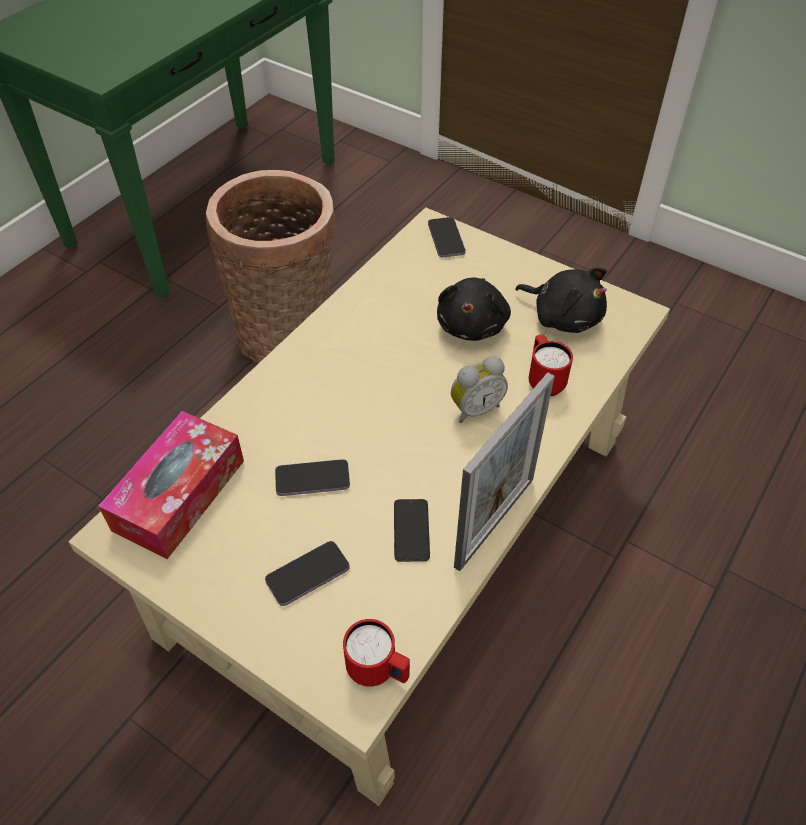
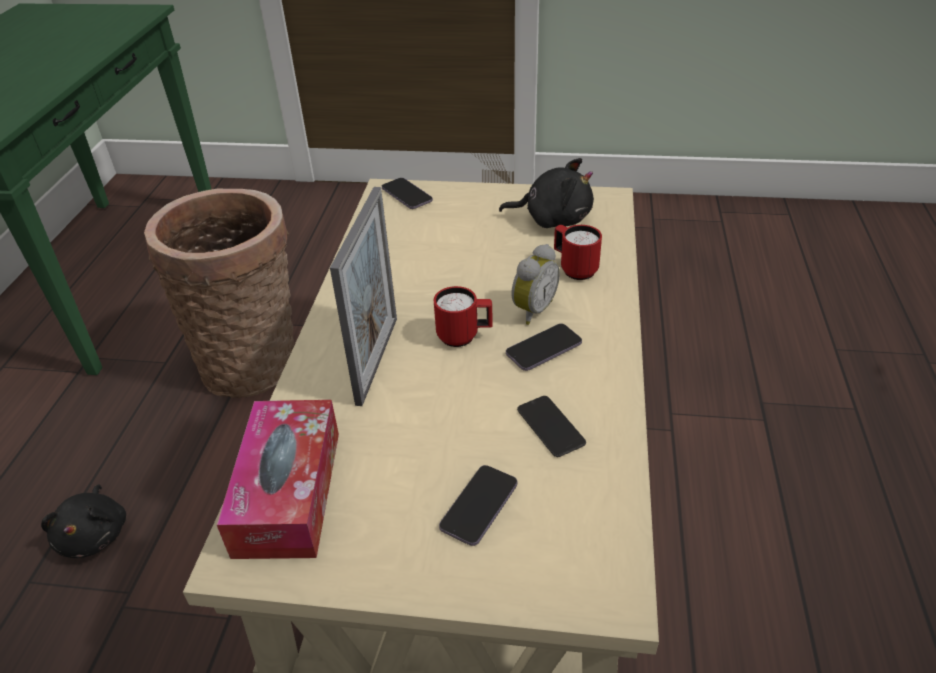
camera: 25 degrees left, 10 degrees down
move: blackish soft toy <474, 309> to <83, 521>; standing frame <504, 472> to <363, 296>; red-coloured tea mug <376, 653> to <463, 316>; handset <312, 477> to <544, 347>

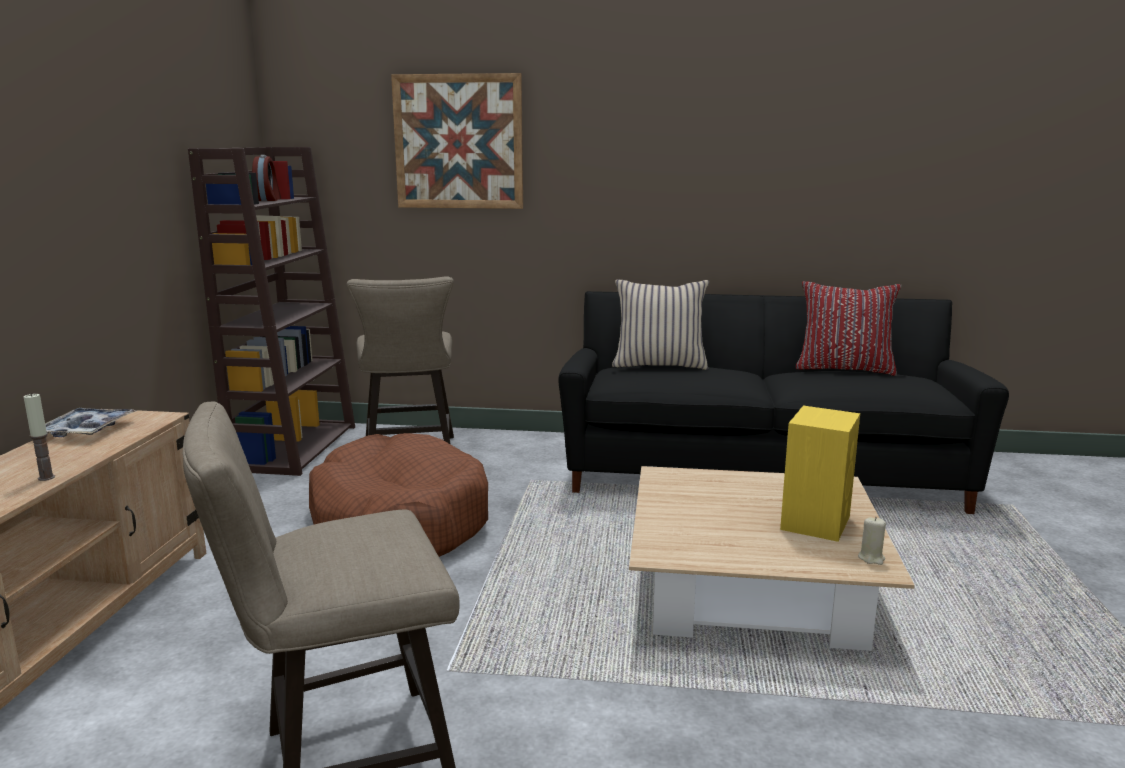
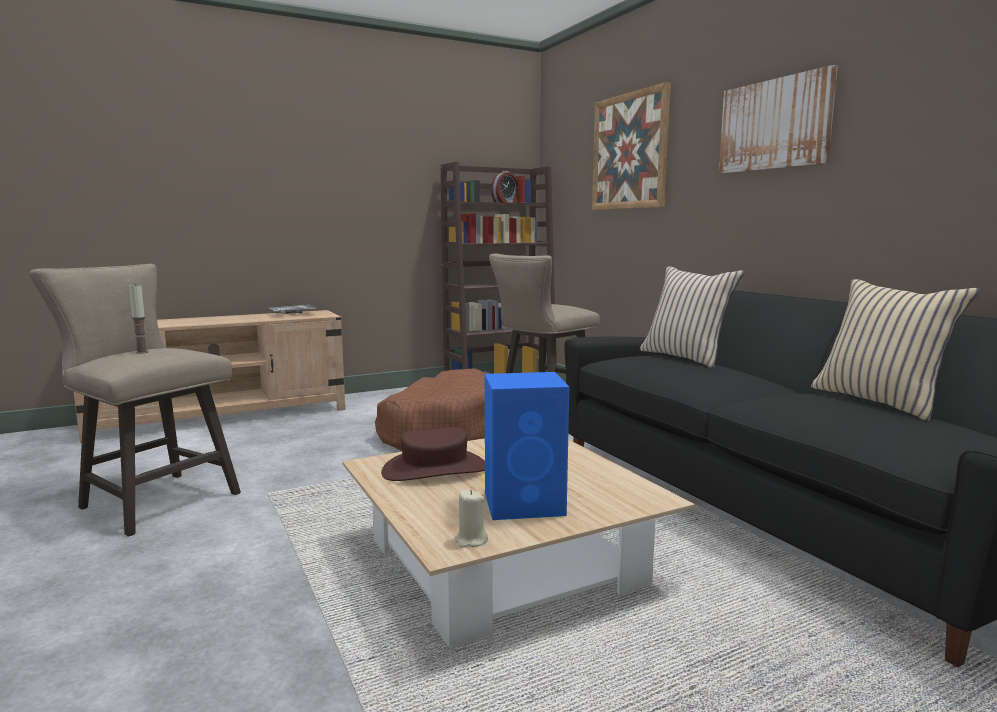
camera: 55 degrees right, 5 degrees down
insert: brownish hat <433, 454>; wall picture <778, 119>
move: candle <39, 437> to <139, 318>
recolor: yellow loudspeaker <820, 474> to bluish loudspeaker <527, 446>; red-coloured pillow <849, 328> to beige pillow <895, 350>

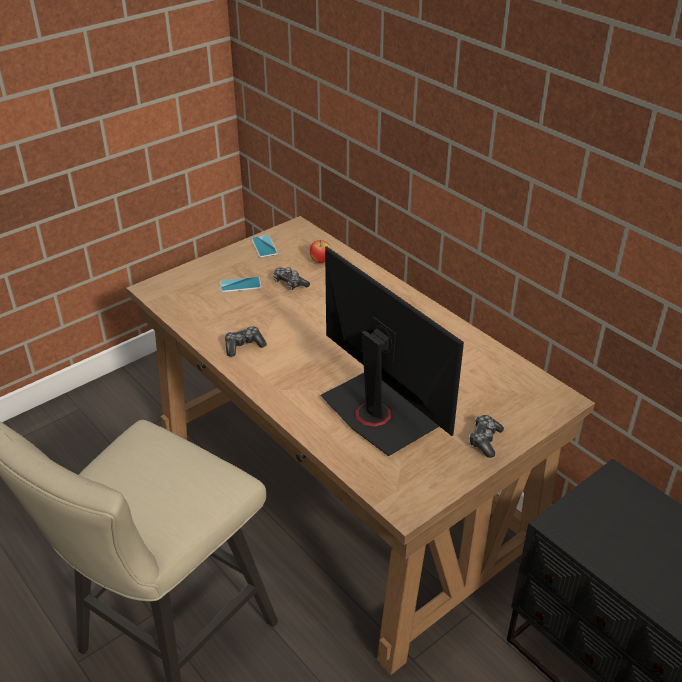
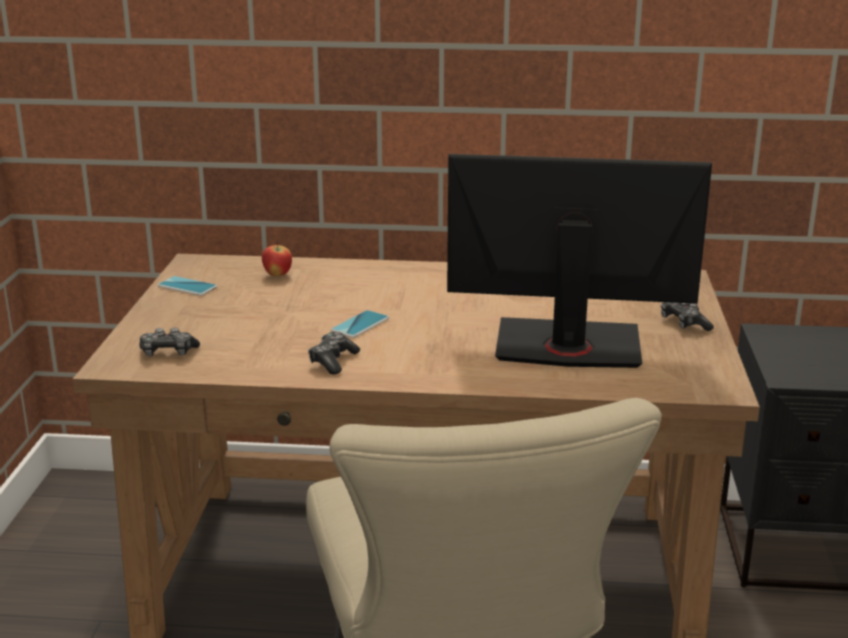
camera: 45 degrees left, 15 degrees down
move: joypad <291, 278> to <169, 342>; handset <240, 284> to <360, 324>

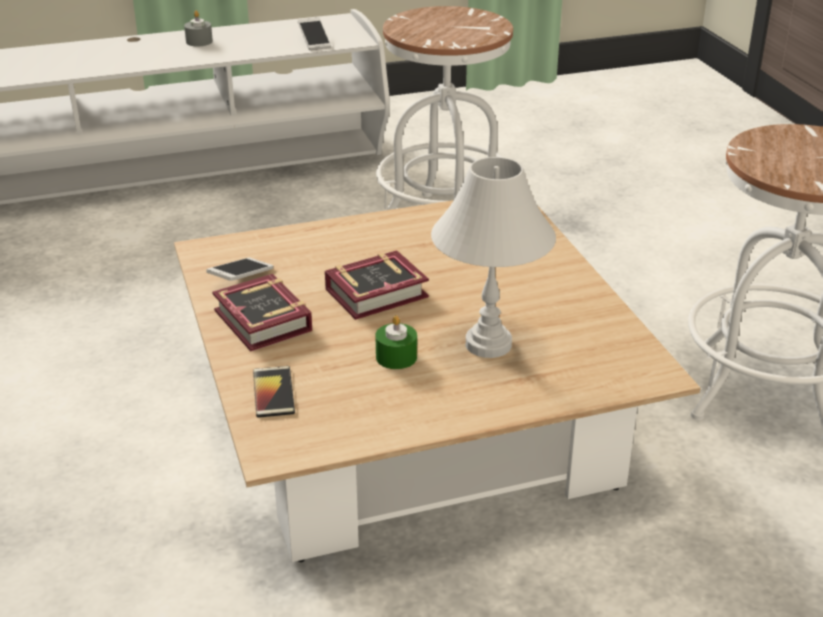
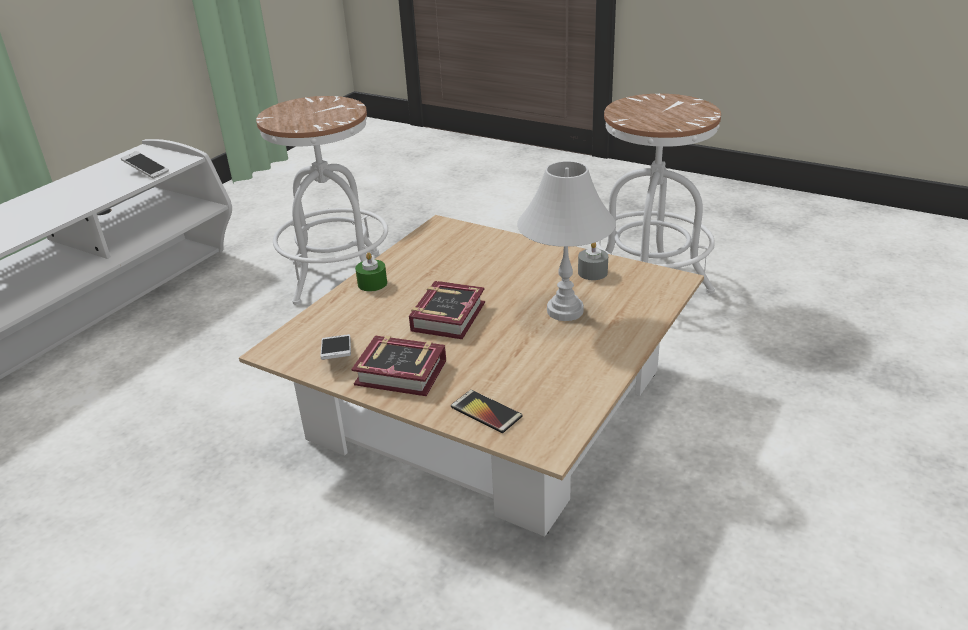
camera: 40 degrees left, 0 degrees up
move: green-coloured candle <396, 342> to <371, 272>; greyish candle <198, 28> to <593, 261>

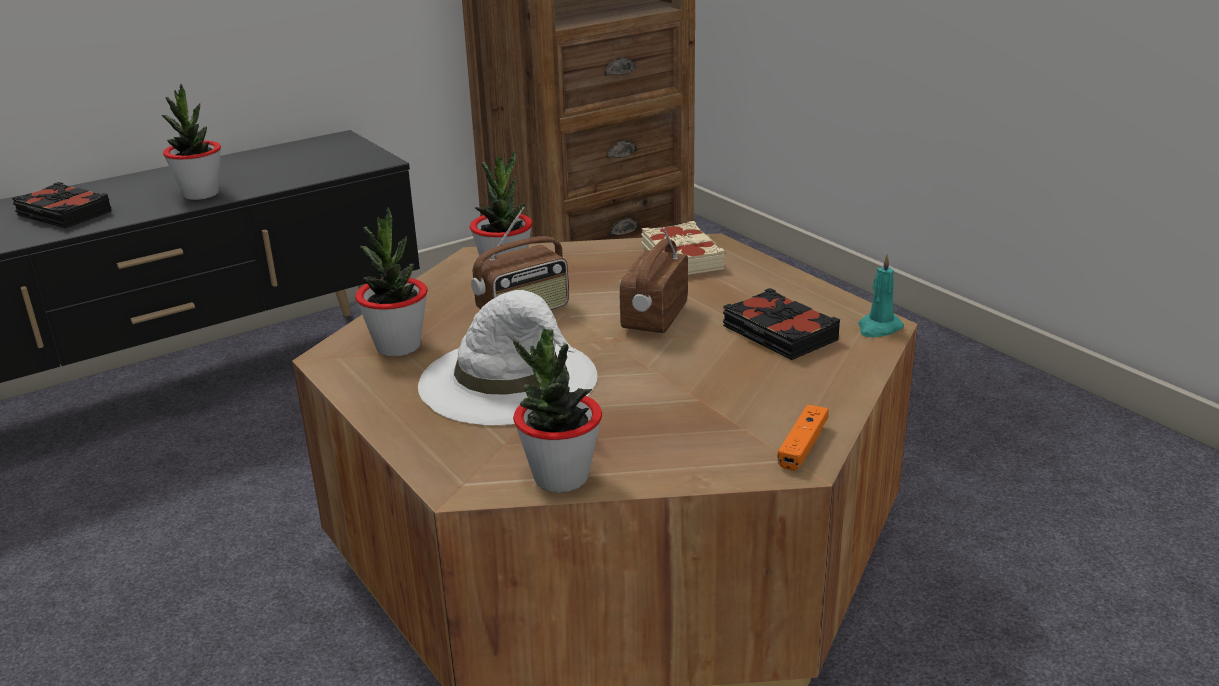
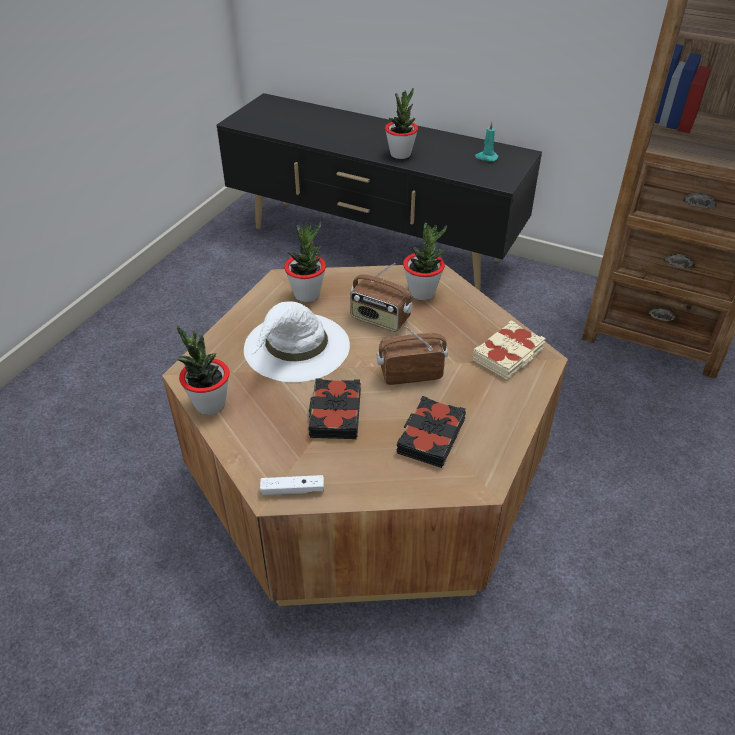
camera: 60 degrees right, 15 degrees up
move: blackish volume <61, 205> to <335, 408>; turquoise-coloured candle <881, 295> to <487, 141>
recolor: orange joypad <803, 437> to white joypad <292, 485>

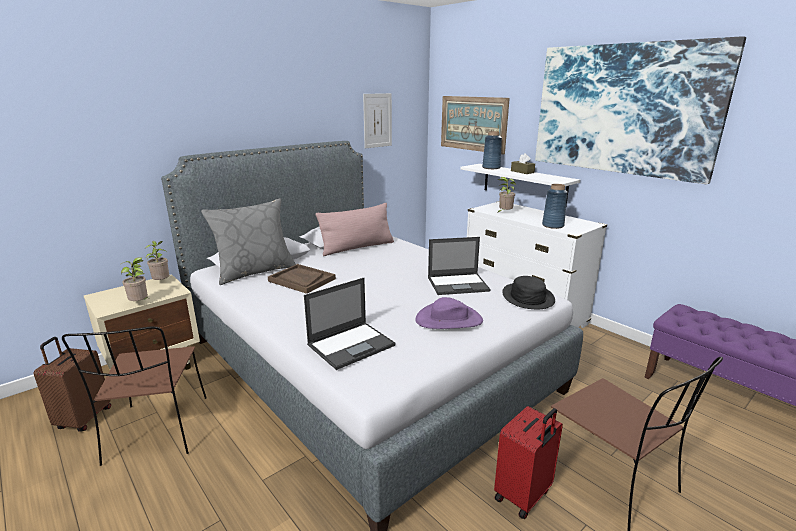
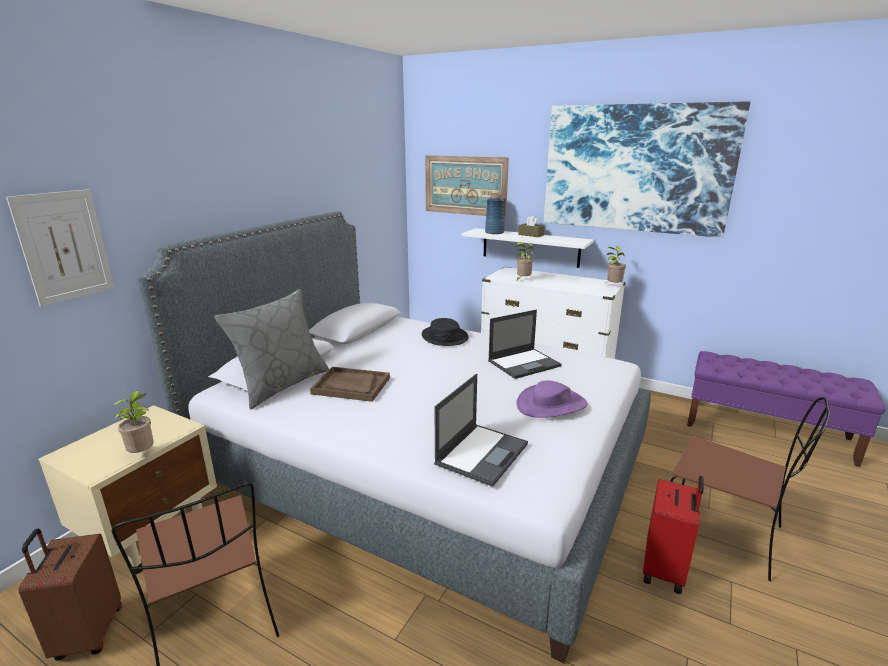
camera: 20 degrees left, 0 degrees up
delete: pink pillow <355, 229>; bluish vase <555, 206>
move: wall picture <377, 121> to <60, 248>; blackish hat <528, 292> to <445, 332>; houseplant <156, 260> to <616, 264>

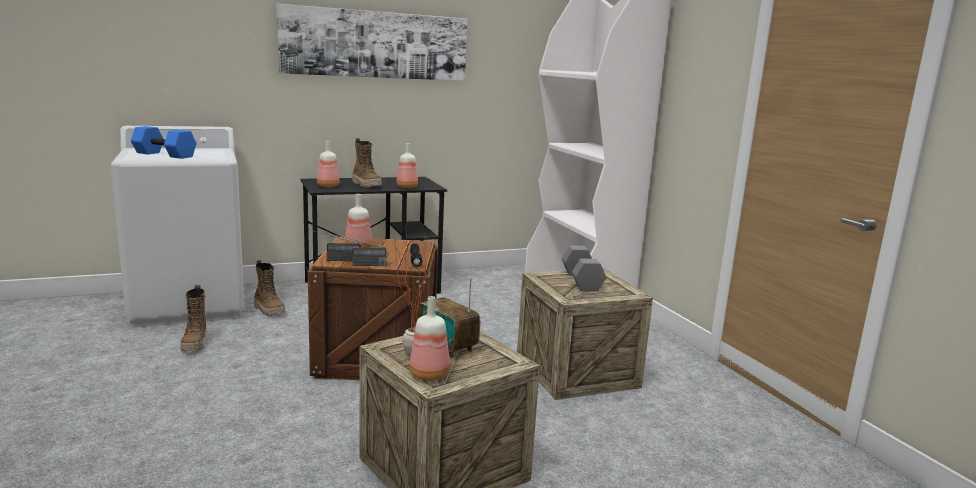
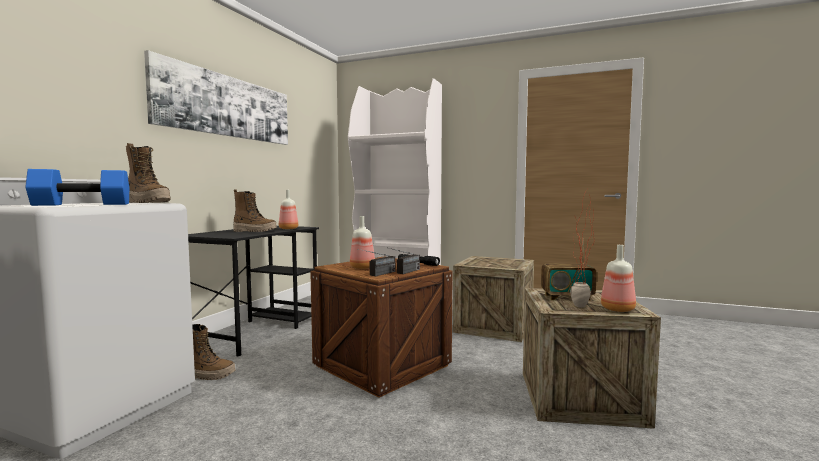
camera: 45 degrees left, 10 degrees down
delete: bottle <328, 164>; greyish free weight <584, 268>
move: tall boot <193, 318> to <148, 173>

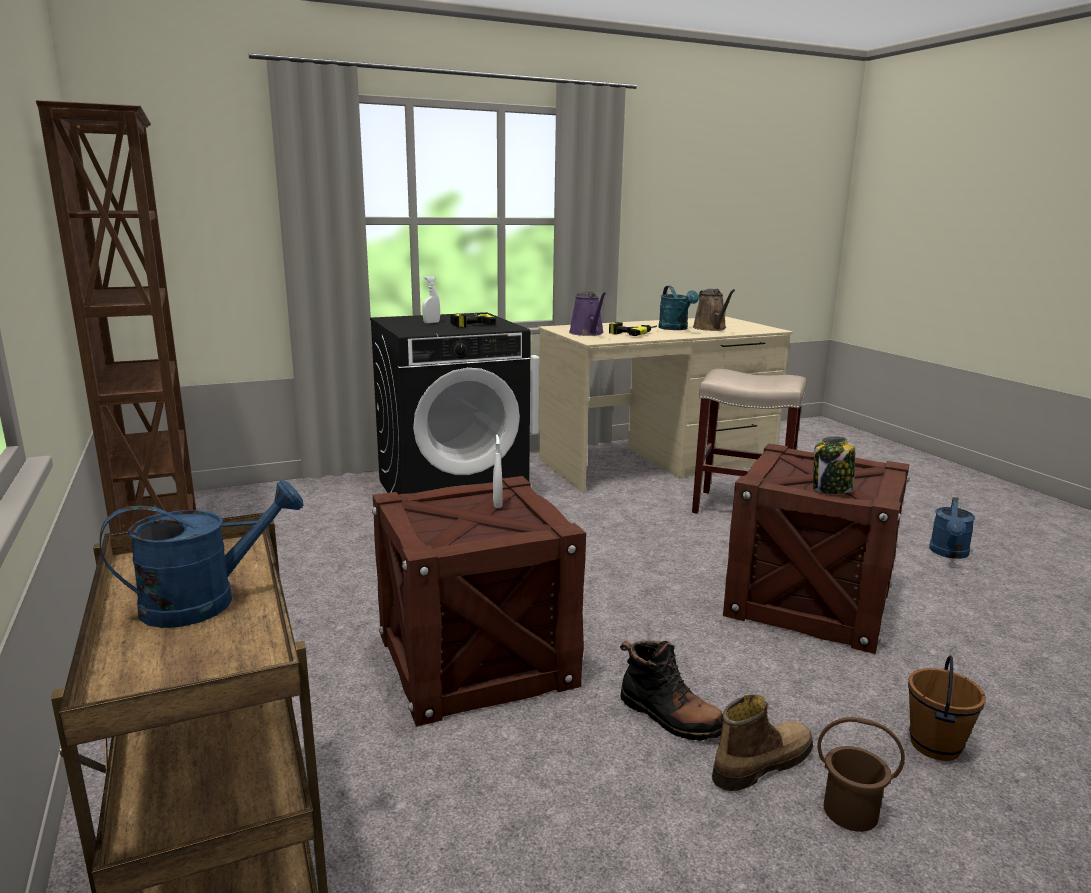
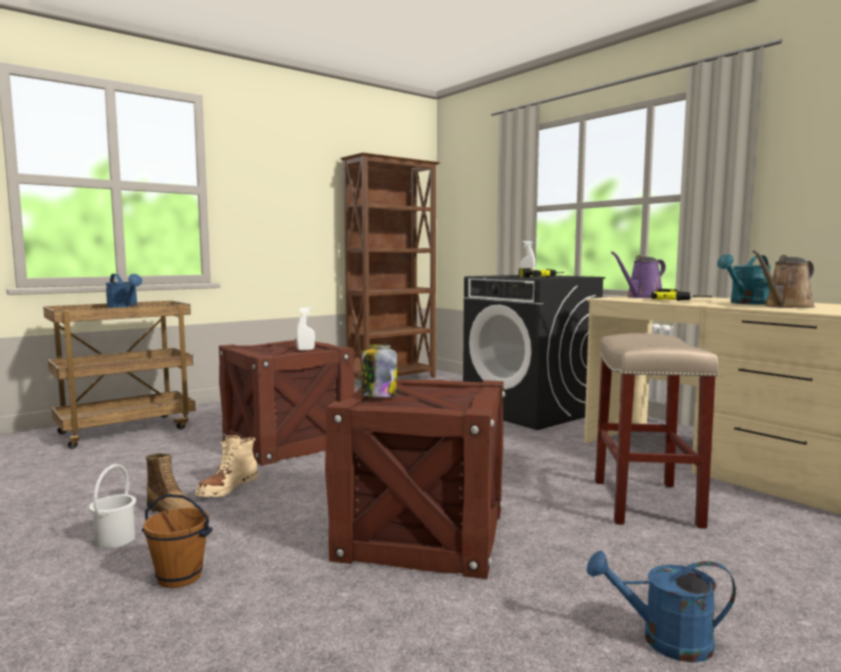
camera: 75 degrees right, 10 degrees down
recolor: brownish pail <861, 774> to white pail <112, 506>; blackish tall boot <671, 691> to beige tall boot <226, 466>

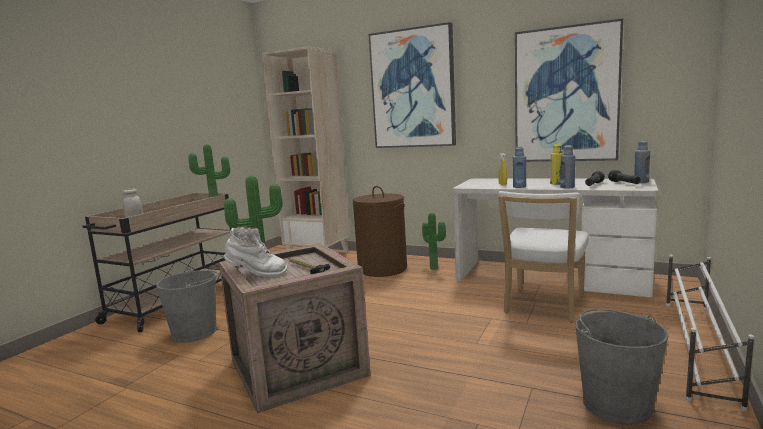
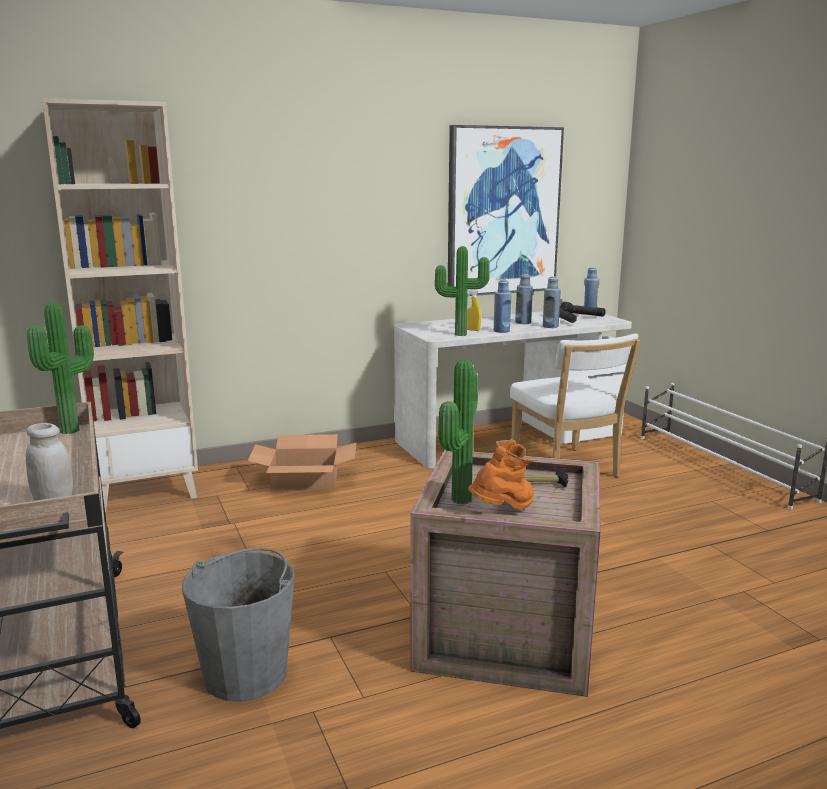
camera: 50 degrees left, 5 degrees up
delete: wall picture <412, 85>; greyish pail <622, 367>
move: houseplant <434, 241> to <462, 291>
replace: brownish washing basket <380, 231> to cardboard box <302, 462>
recolor: white tall boot <255, 251> to orange tall boot <502, 474>; yellow bottle <556, 164> to bluish bottle <524, 299>

